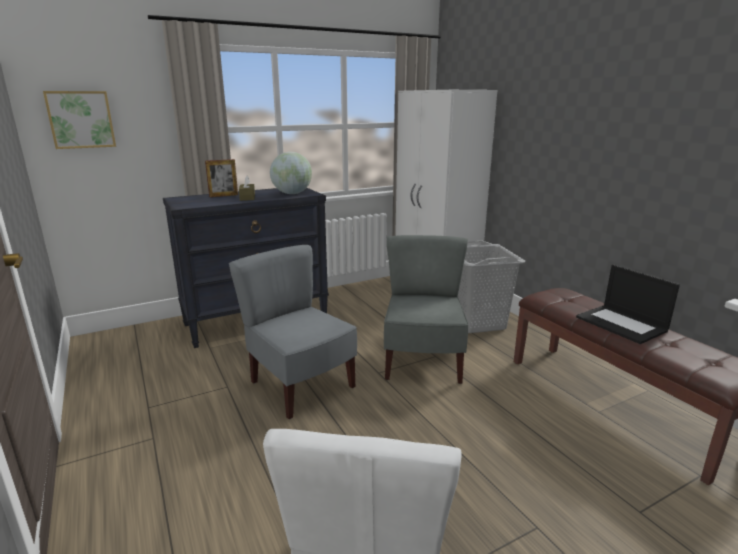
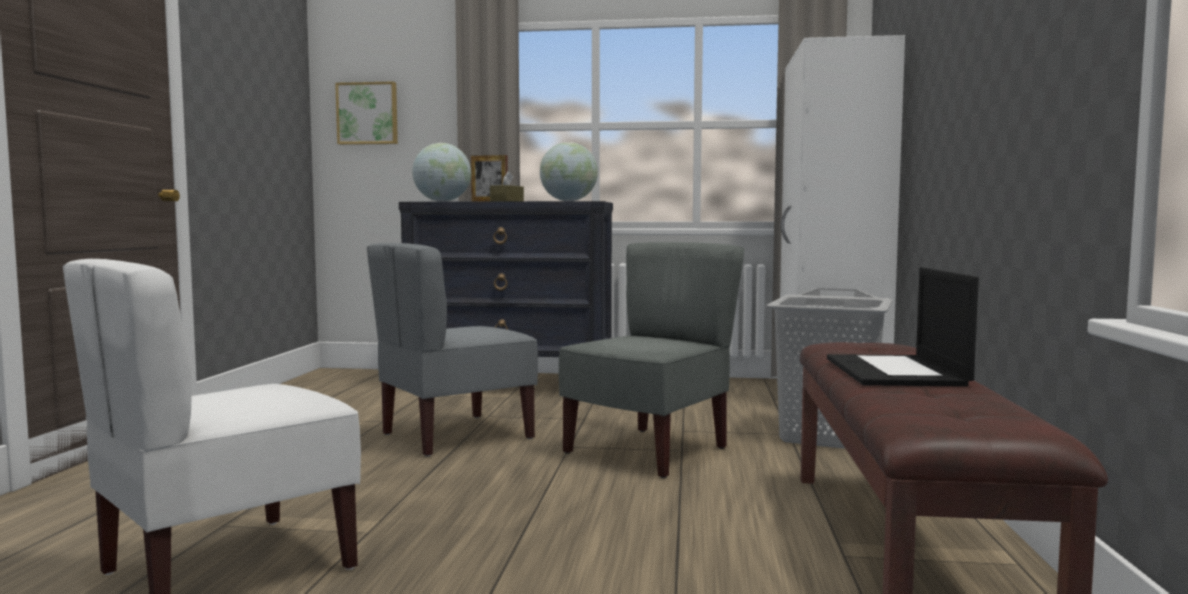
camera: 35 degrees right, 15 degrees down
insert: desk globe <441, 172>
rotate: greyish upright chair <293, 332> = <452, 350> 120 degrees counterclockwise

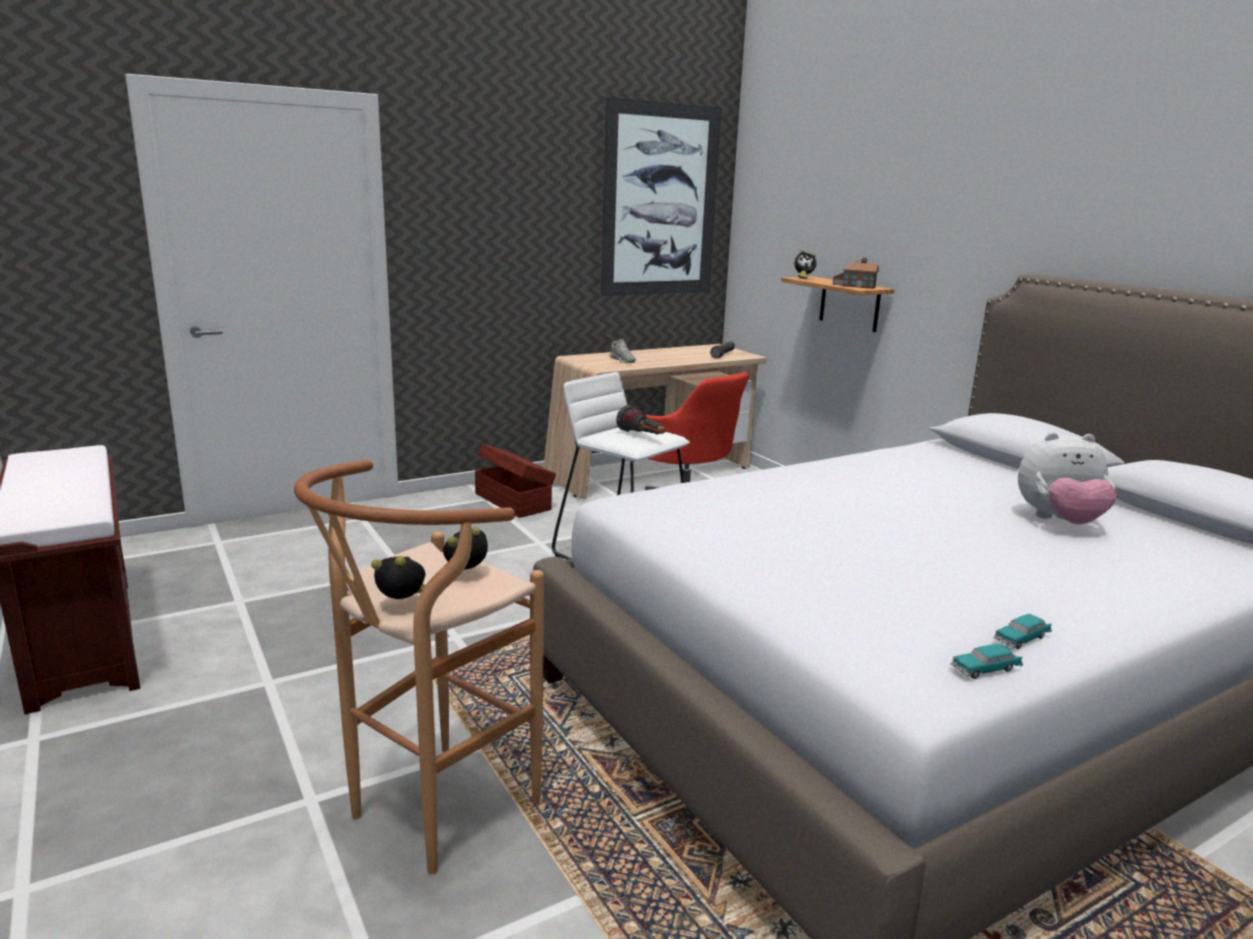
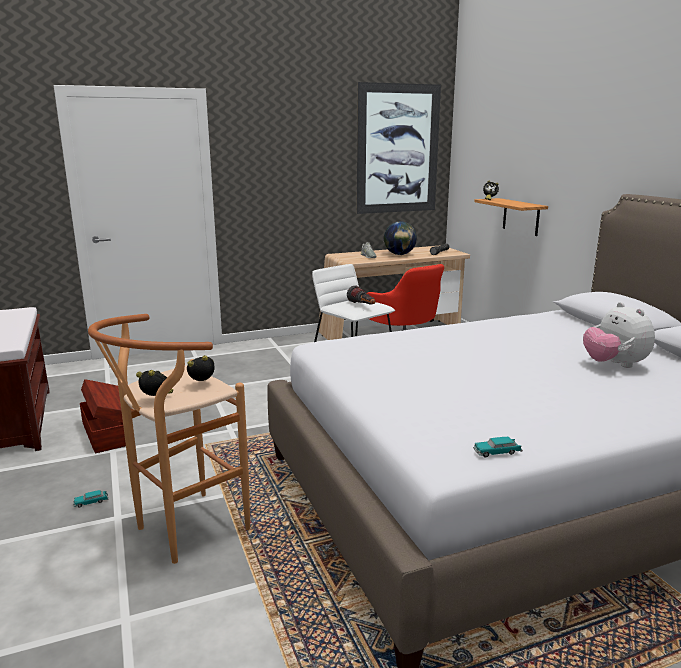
camera: 10 degrees right, 0 degrees up
delete: toy house <856, 273>
insert: desk globe <400, 238>
move: model car <1022, 631> to <91, 499>; brownish storage container <515, 481> to <105, 416>
rotate: soft toy <1067, 478> = <619, 335> 60 degrees clockwise

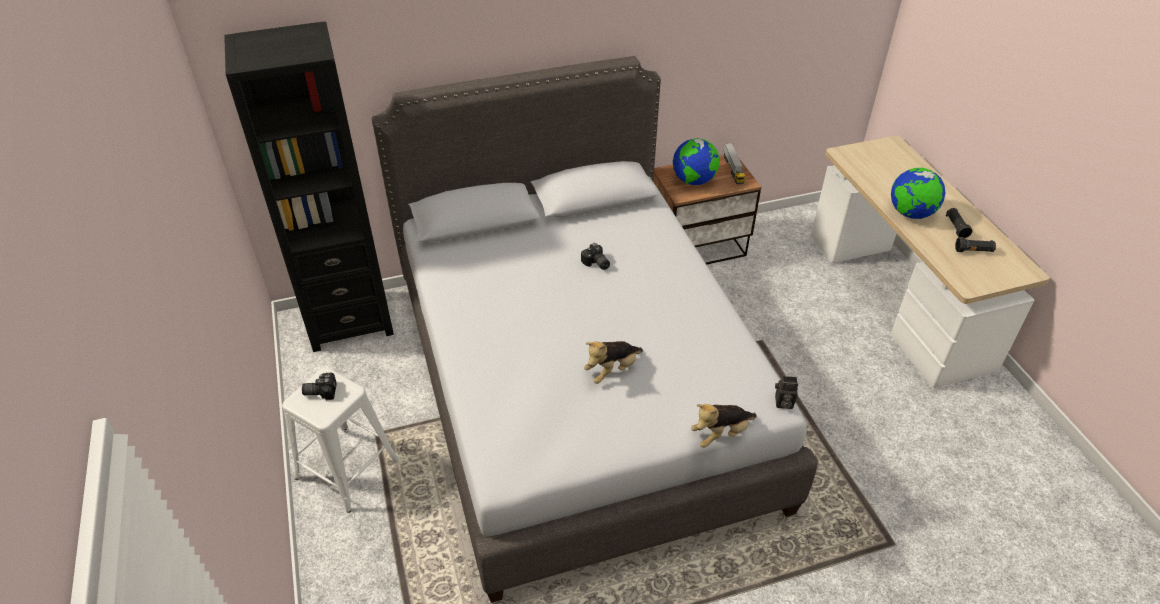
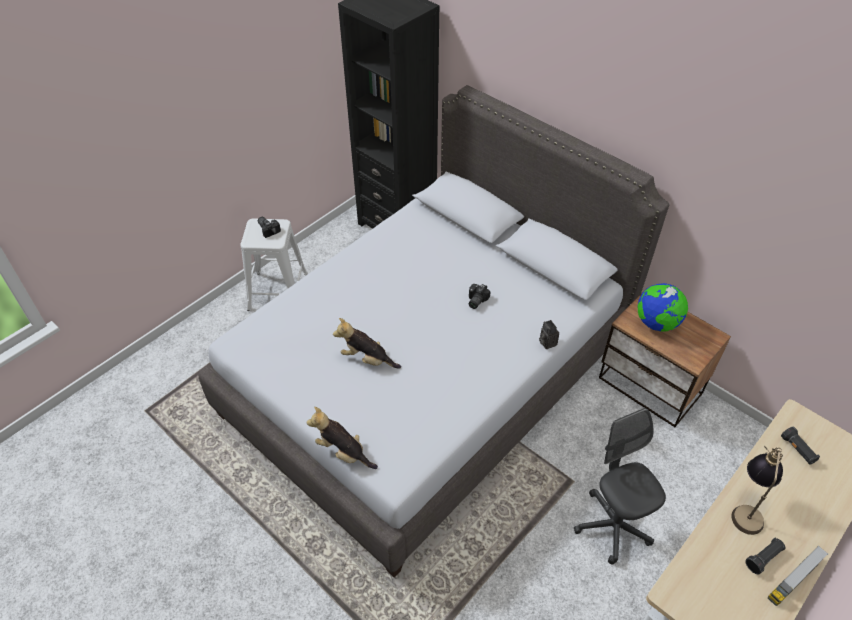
camera: 60 degrees right, 5 degrees up
insert: greyish computer chair <620, 486>
move: photo camera <786, 392> to <549, 334>; model truck <734, 163> to <798, 575>; blackish flashlight <975, 244> to <800, 446>
replace: desk globe <918, 193> to lamp for a table <757, 490>

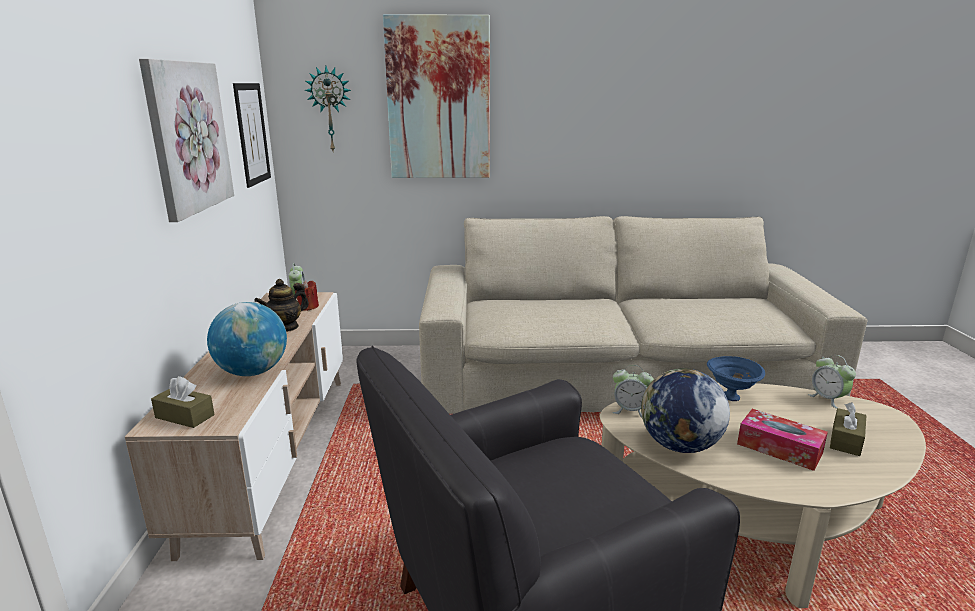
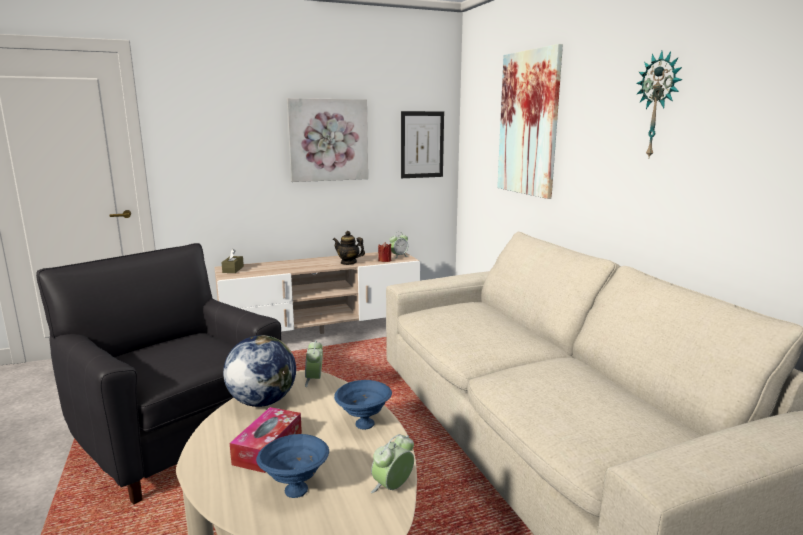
camera: 70 degrees right, 5 degrees down
delete: desk globe <247, 339>
move: wall clock <327, 108> to <659, 104>
replace: brownish tissue holder <848, 429> to bluish deep dish <292, 466>

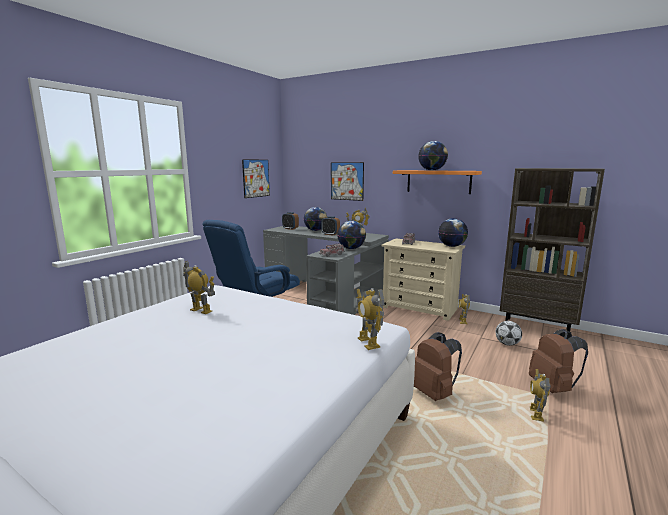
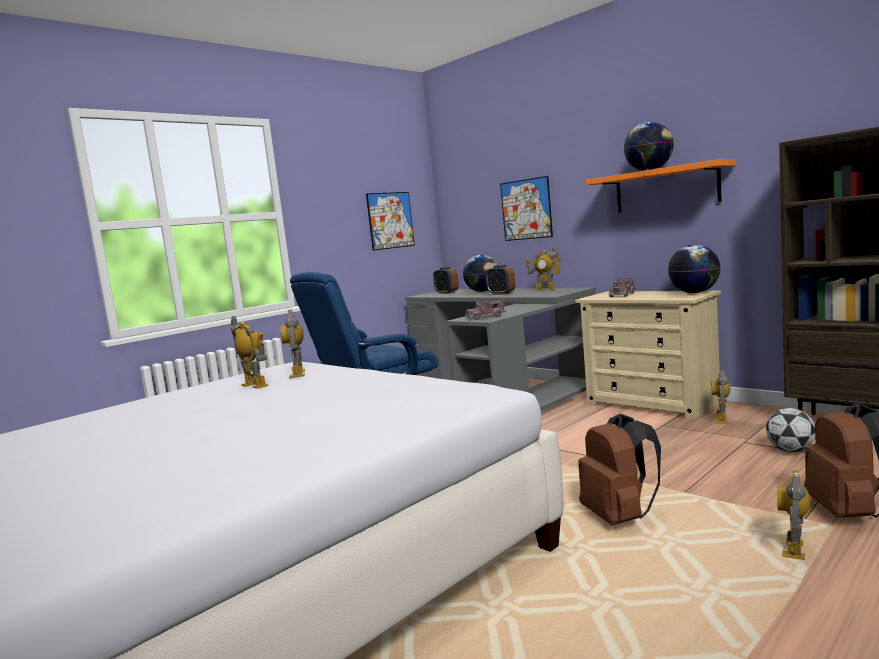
camera: 15 degrees right, 5 degrees down
delete: desk globe <351, 235>
move: toy robot <370, 319> to <292, 343>

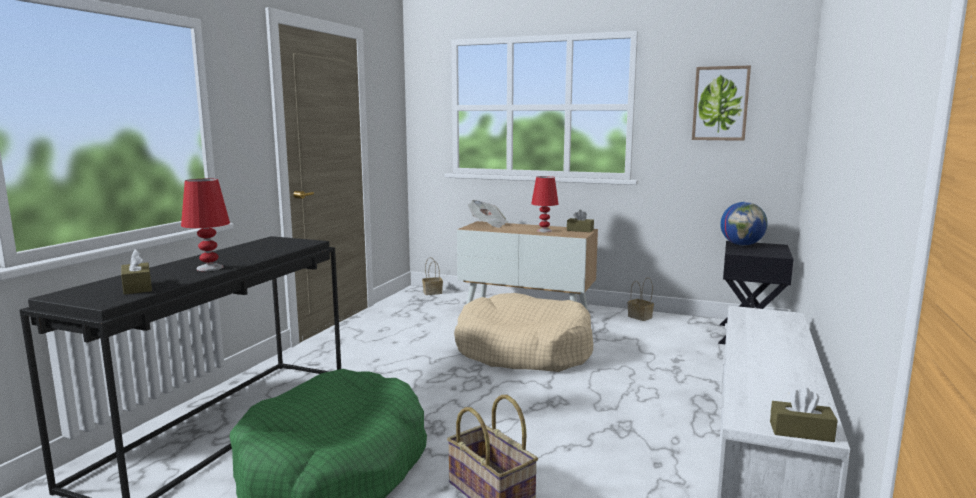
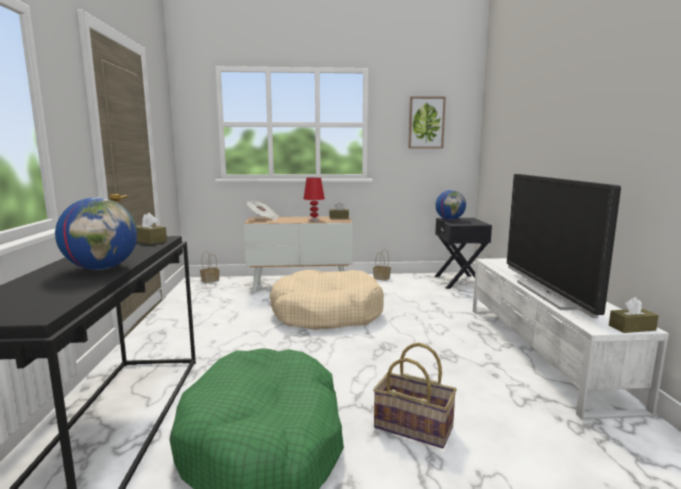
camera: 25 degrees left, 0 degrees up
insert: television <564, 246>
move: brownish tissue holder <136, 272> to <151, 228>
replace: red-coloured lamp for a table <205, 225> to desk globe <96, 234>

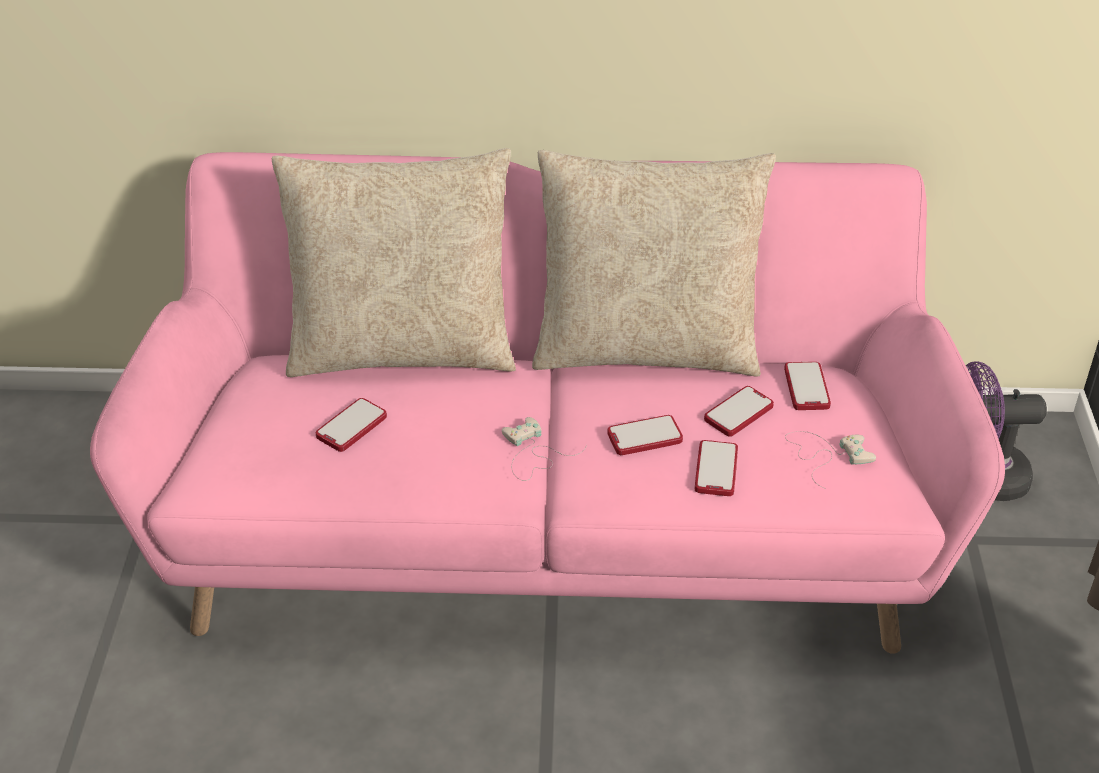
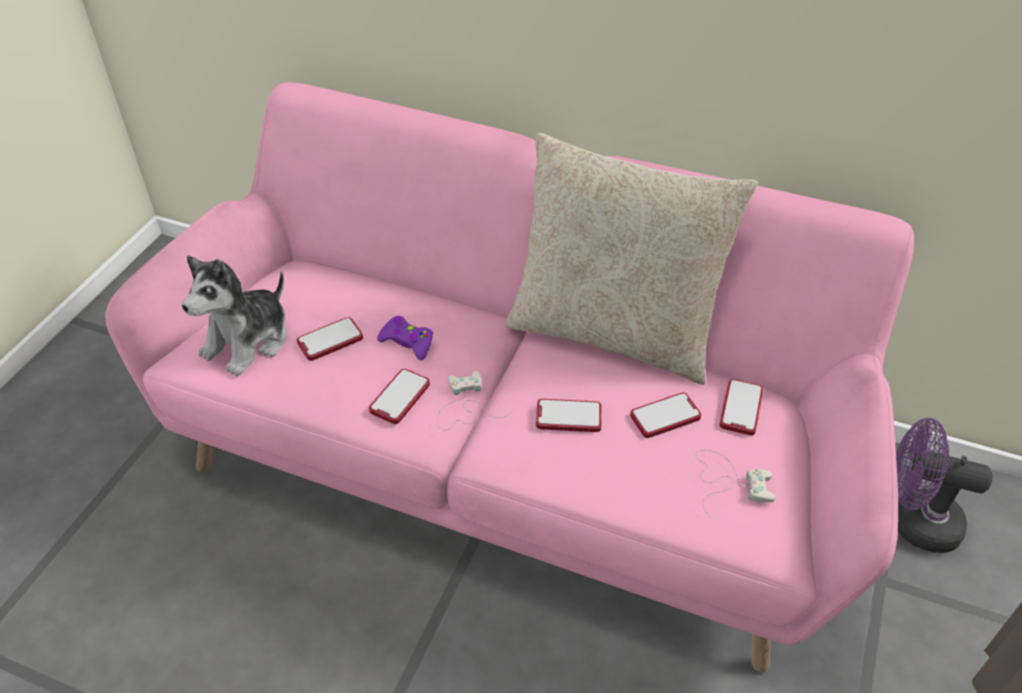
camera: 20 degrees right, 5 degrees up
delete: beige pillow <394, 262>
insert: soft toy <234, 316>; purple-coloured joypad <405, 338>
move: handset <716, 468> to <399, 396>

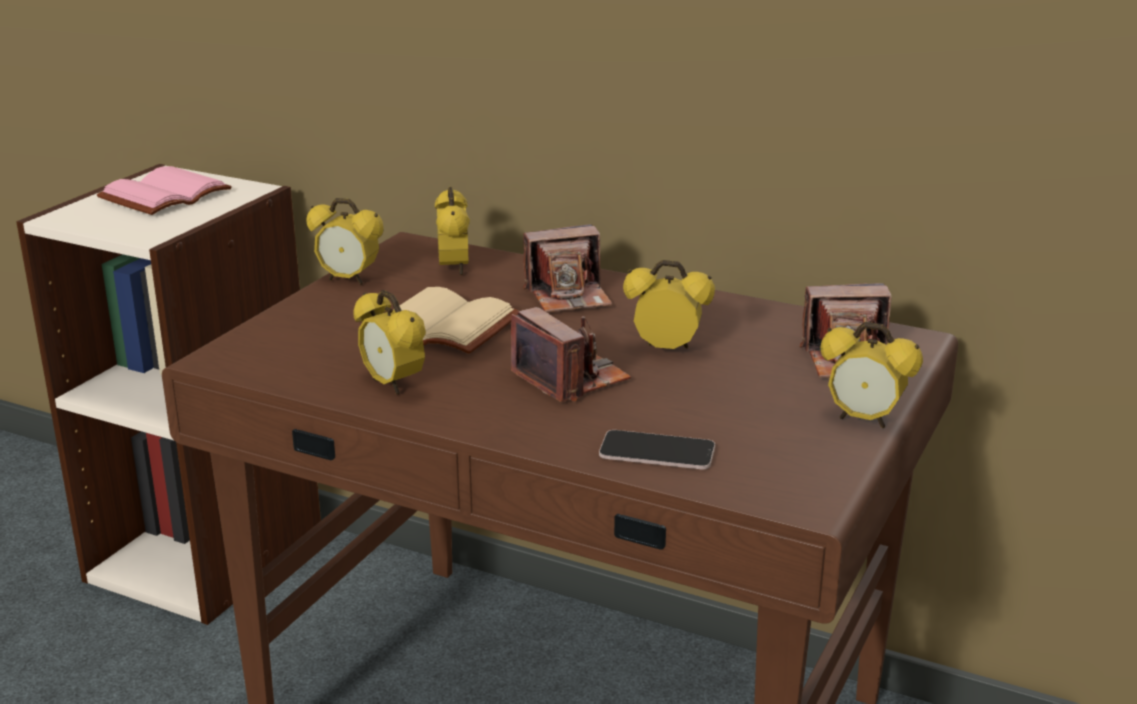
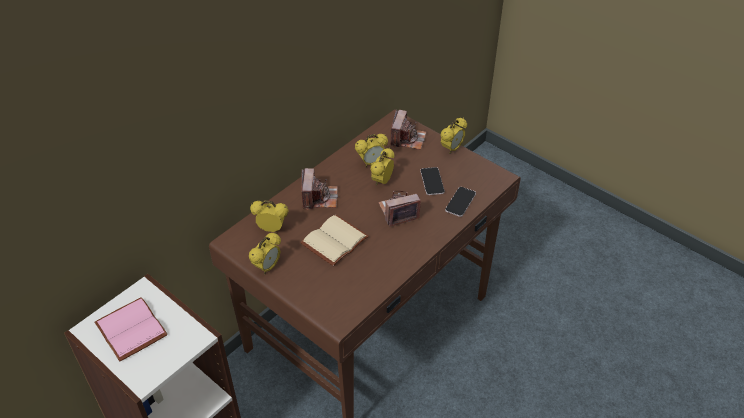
camera: 75 degrees left, 20 degrees up
insert: handset <432, 181>
move: alarm clock <389, 342> to <371, 150>

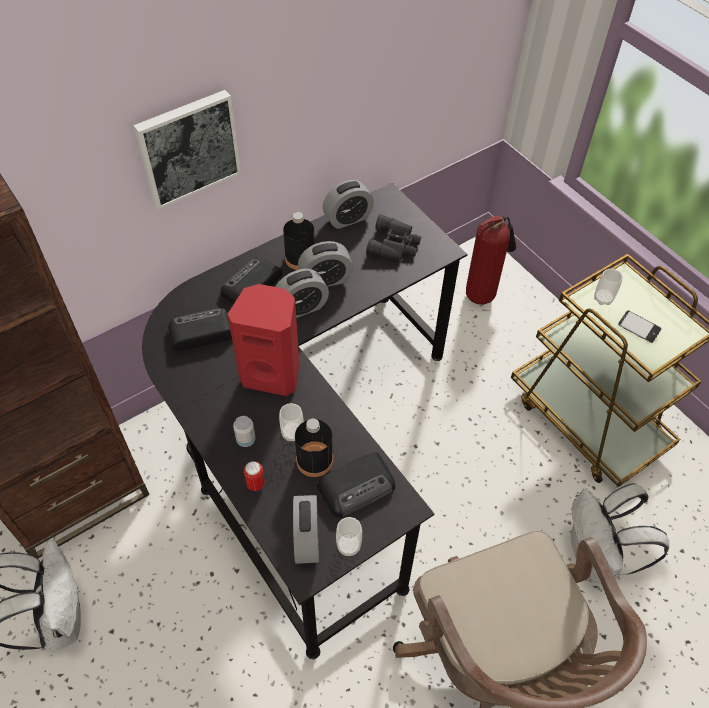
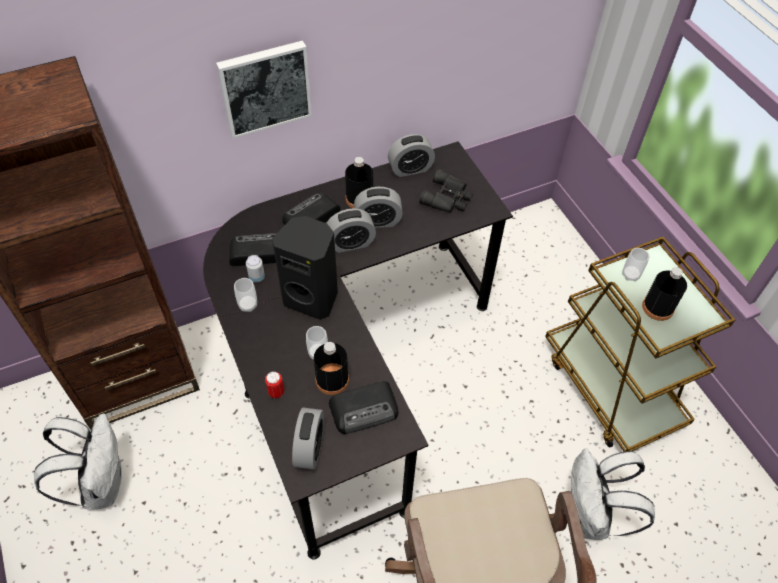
camera: 10 degrees right, 0 degrees up
delete: fire extinguisher <491, 260>
move: drinking cup <349, 536> to <245, 295>; metal can <244, 431> to <255, 268>
replace: handset <639, 326> to blackish bottle <664, 294>
recolor: red-coloured loudspeaker <264, 340> to blackish loudspeaker <305, 268>

